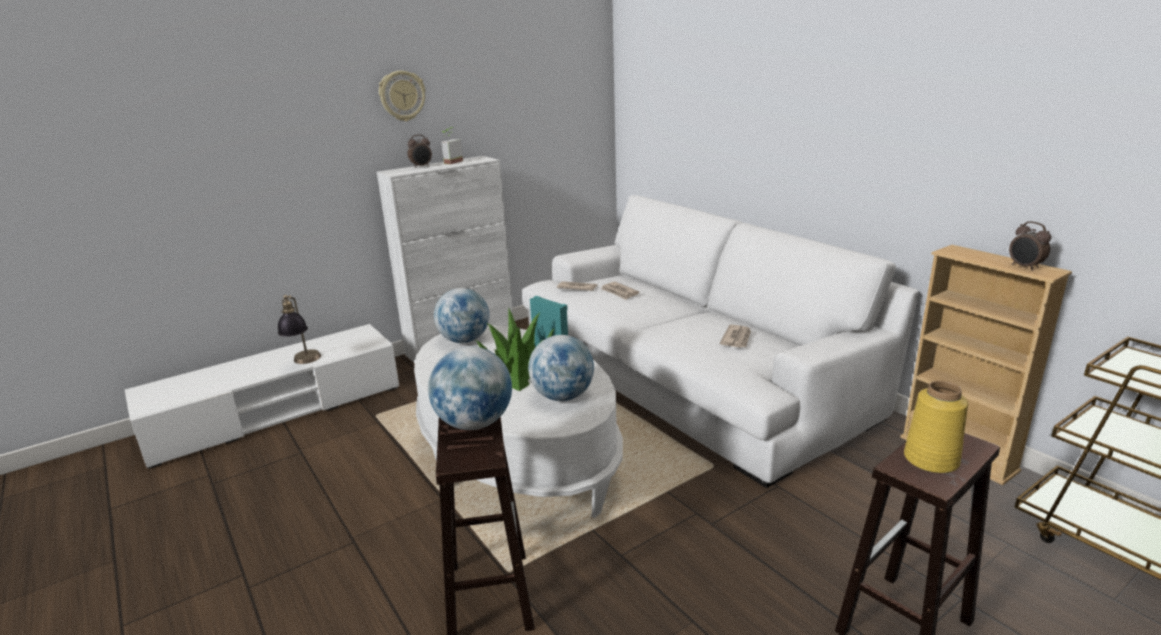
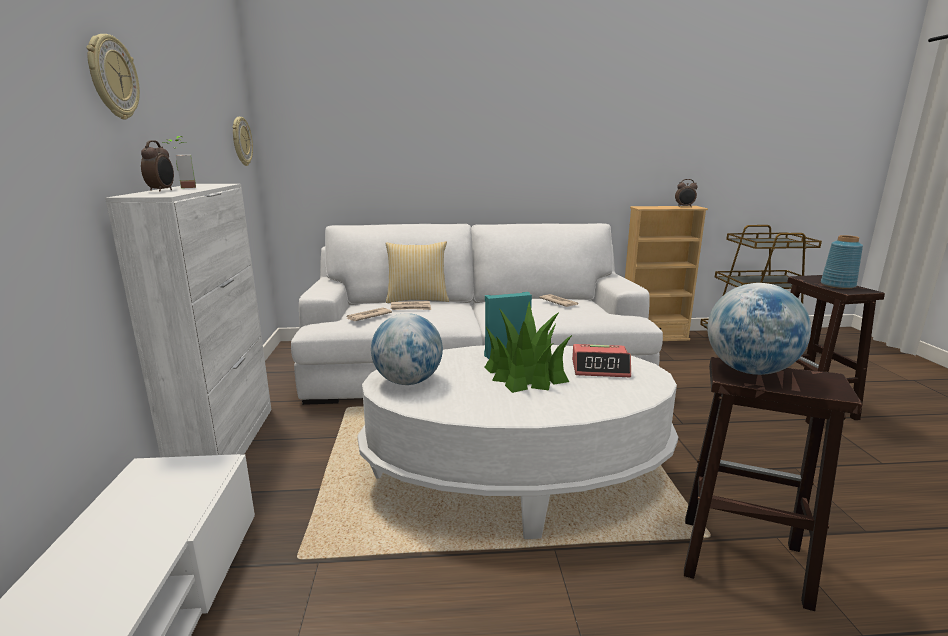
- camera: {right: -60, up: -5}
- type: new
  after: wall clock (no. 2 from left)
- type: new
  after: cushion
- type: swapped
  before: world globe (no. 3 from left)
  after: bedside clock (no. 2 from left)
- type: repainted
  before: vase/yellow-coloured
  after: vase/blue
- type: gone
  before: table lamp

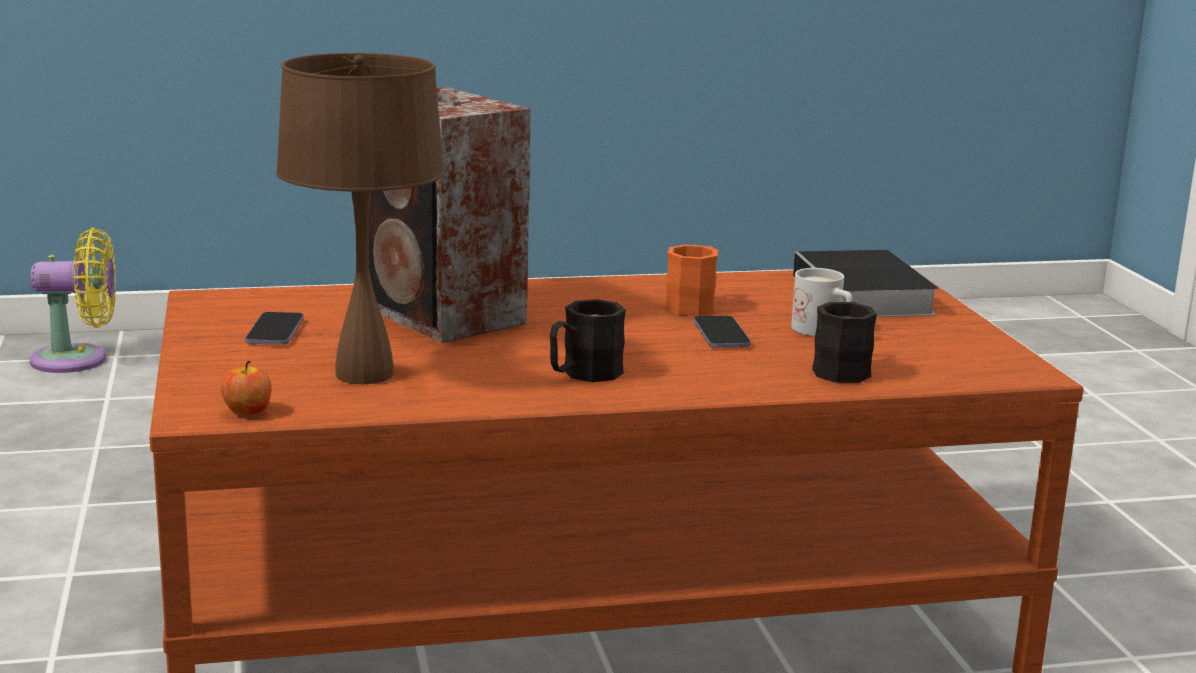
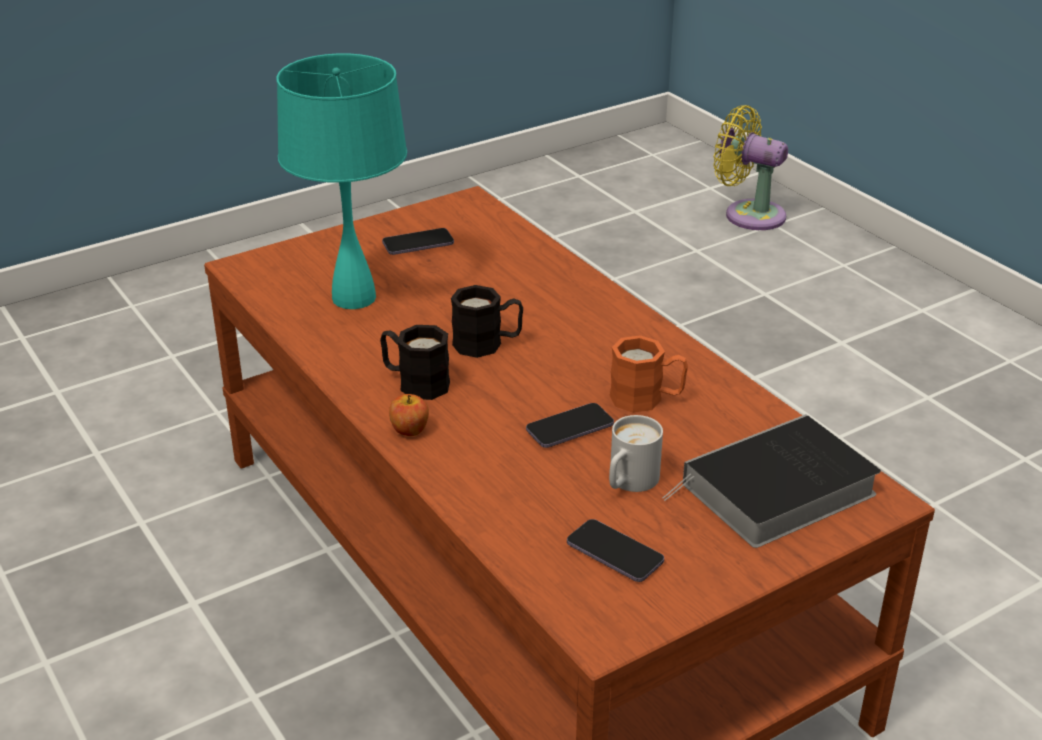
- camera: {right: 70, up: 15}
- type: repainted
  before: table lamp/brownish
  after: table lamp/blue-green
- type: shifted
  before: apple
- type: shifted
  before: tea mug/black (no. 2 from left)
- type: new
  after: telephone (no. 3 from left)
- type: rotated
  before: electric fan/yellow-coloured
  turn: 150
- type: gone
  before: speaker

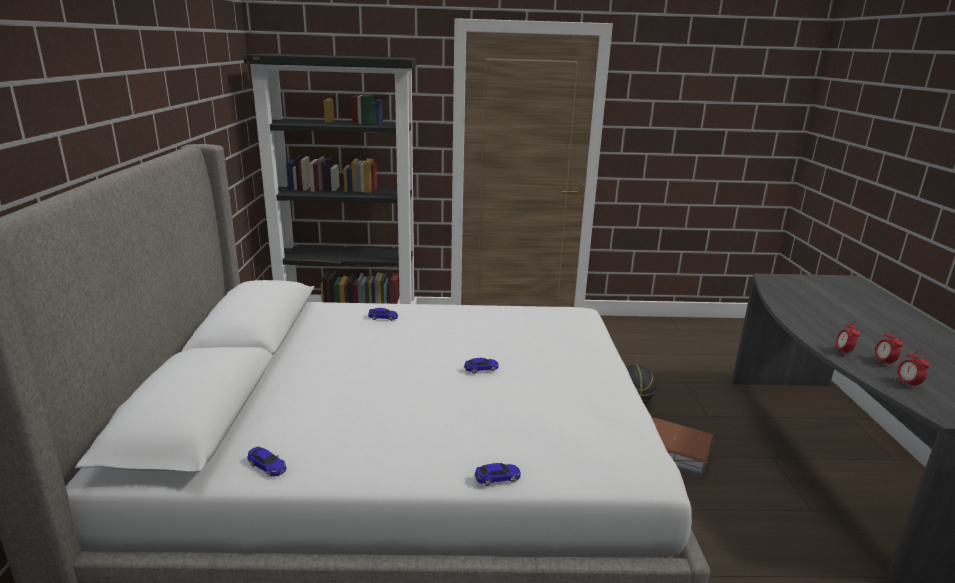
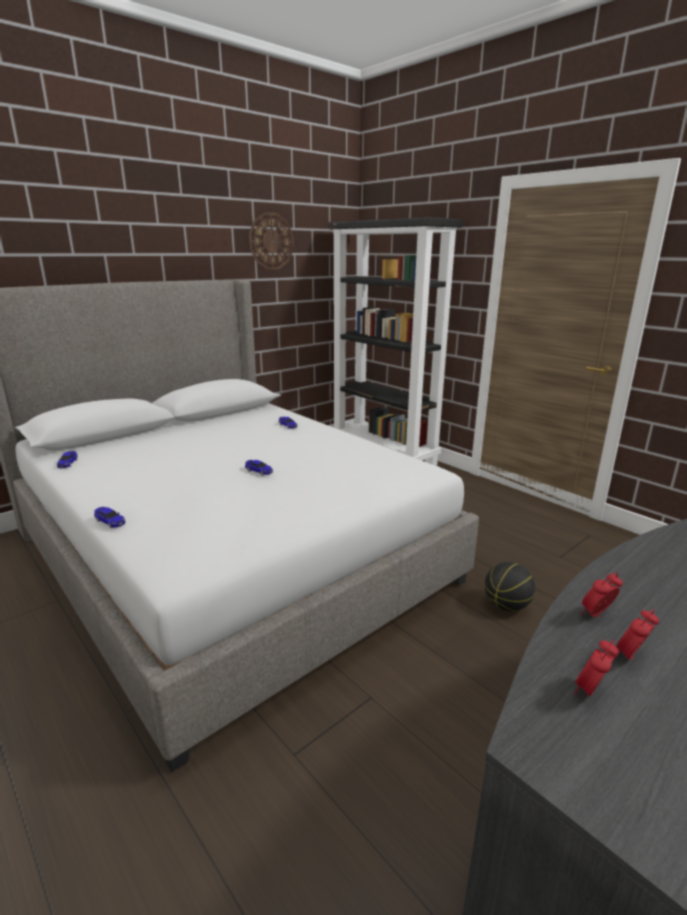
- camera: {right: 50, up: 0}
- type: new
  after: wall clock
- type: gone
  before: toy house

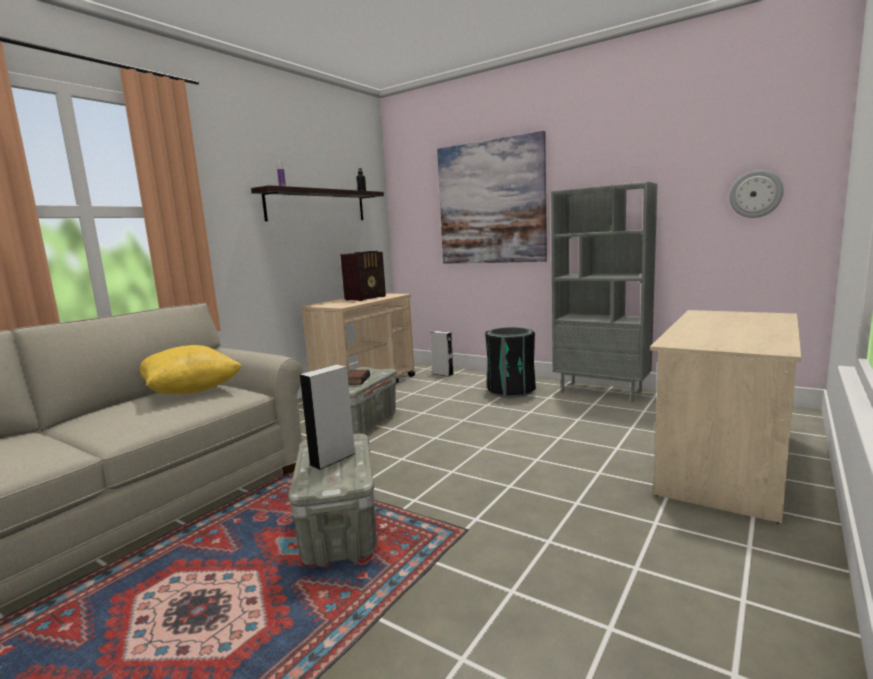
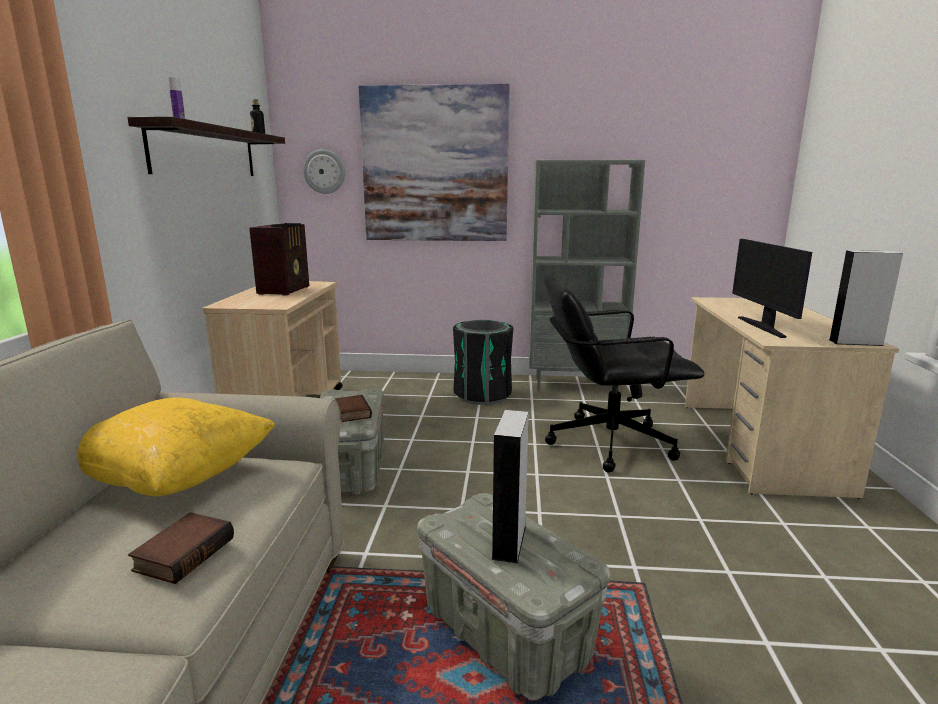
- camera: {right: -30, up: 5}
- type: new
  after: book (no. 1 from left)
- type: shifted
  before: wall clock
- type: new
  after: computer chair/black
- type: new
  after: computer screen
- type: shifted
  before: speaker/gray (no. 2 from left)

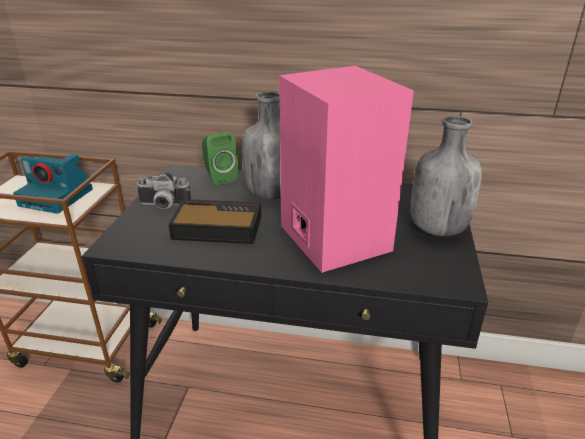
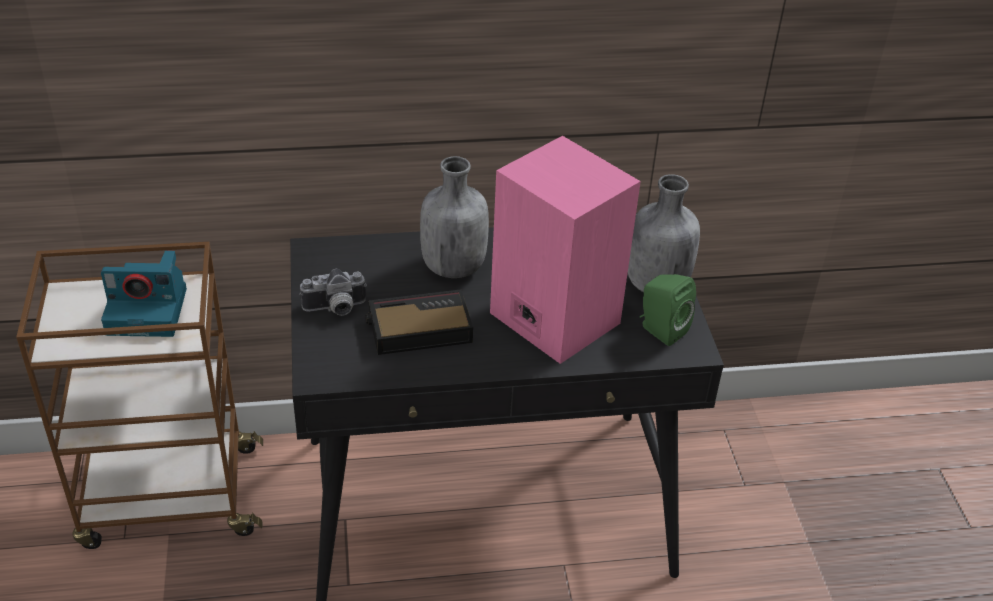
- camera: {right: -20, up: 10}
- type: shifted
  before: speaker/green-coloured

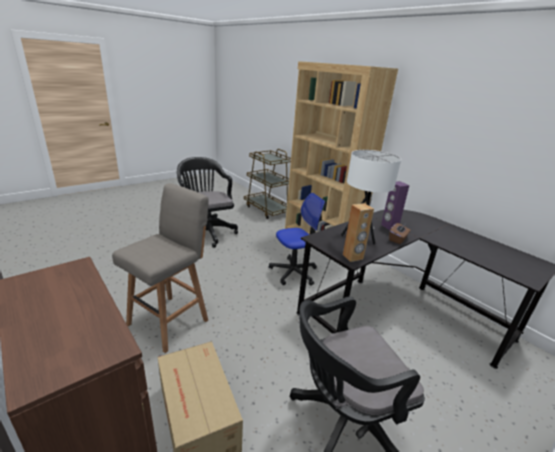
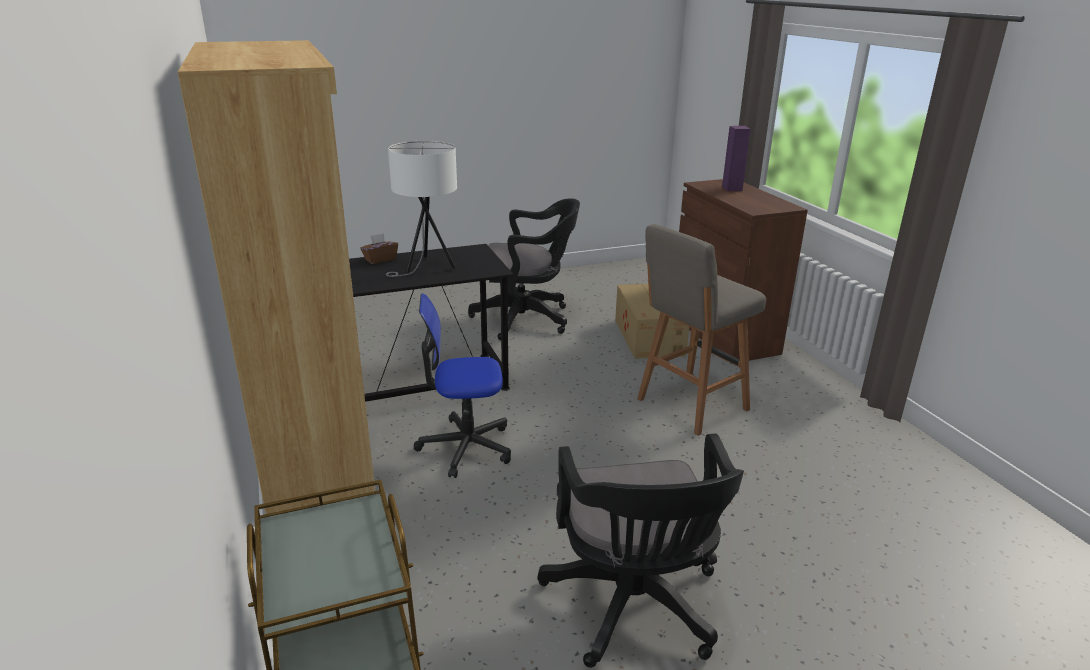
- camera: {right: -160, up: 0}
- type: shifted
  before: speaker/purple
- type: gone
  before: speaker/brownish

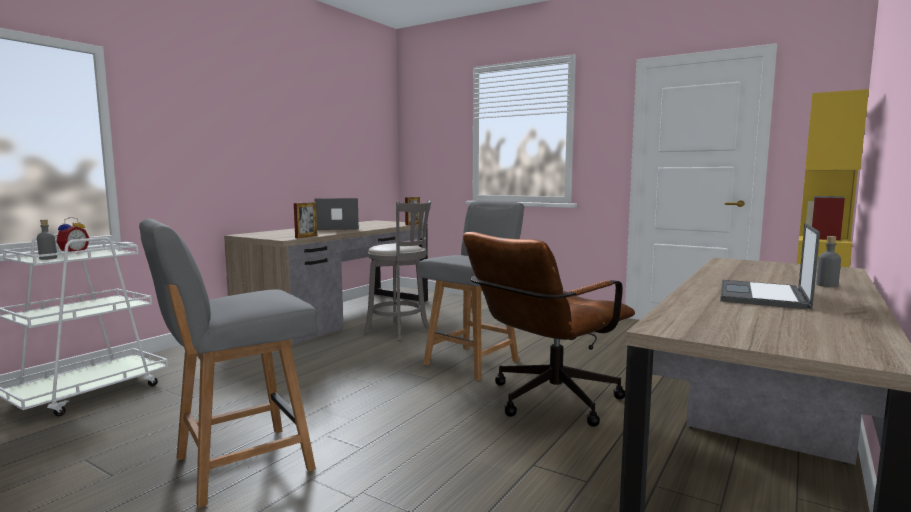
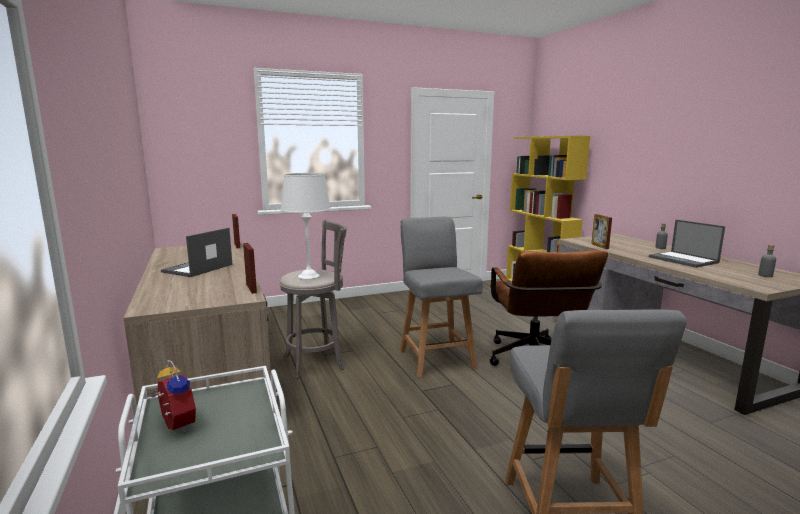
- camera: {right: -55, up: 5}
- type: new
  after: table lamp/white
- type: new
  after: picture frame (no. 3 from left)
- type: shifted
  before: beverage bottle/gray (no. 1 from left in the first image)
  after: beverage bottle/gray (no. 2 from left)

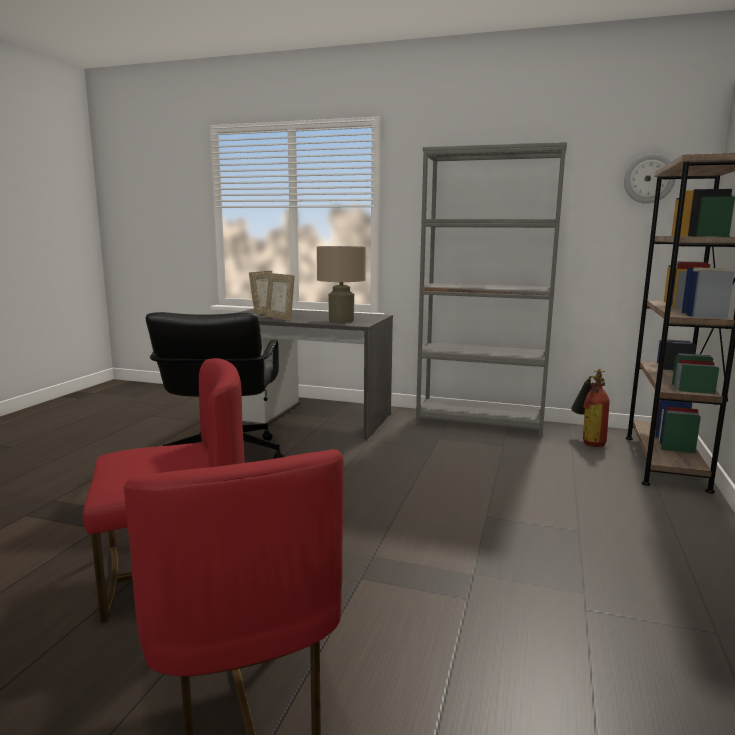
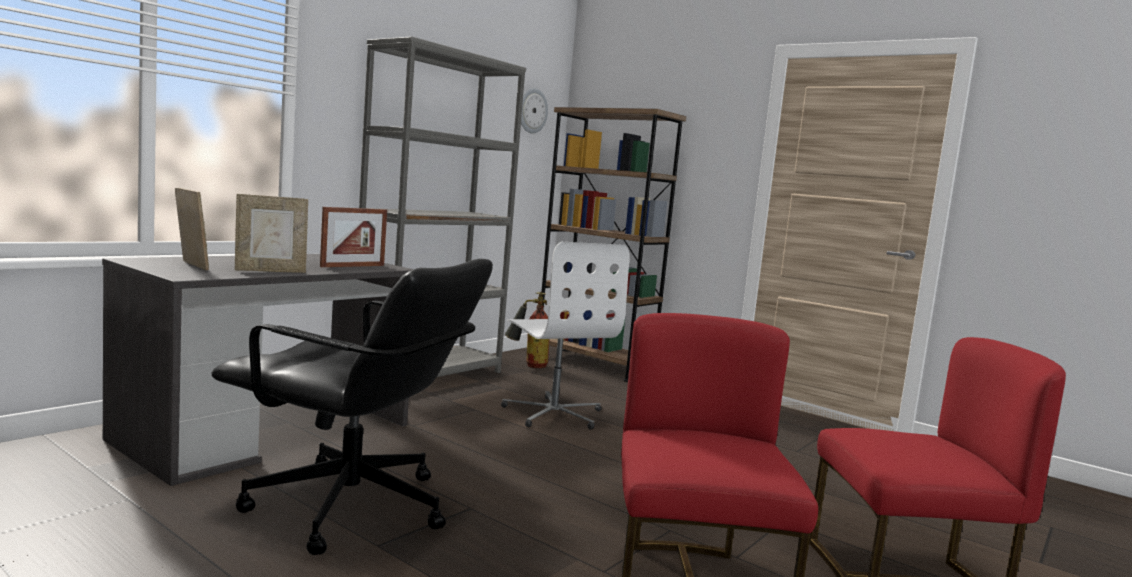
- camera: {right: -70, up: -5}
- type: swapped
  before: table lamp/beige-coloured
  after: picture frame (no. 3 from left)
- type: new
  after: computer chair/white

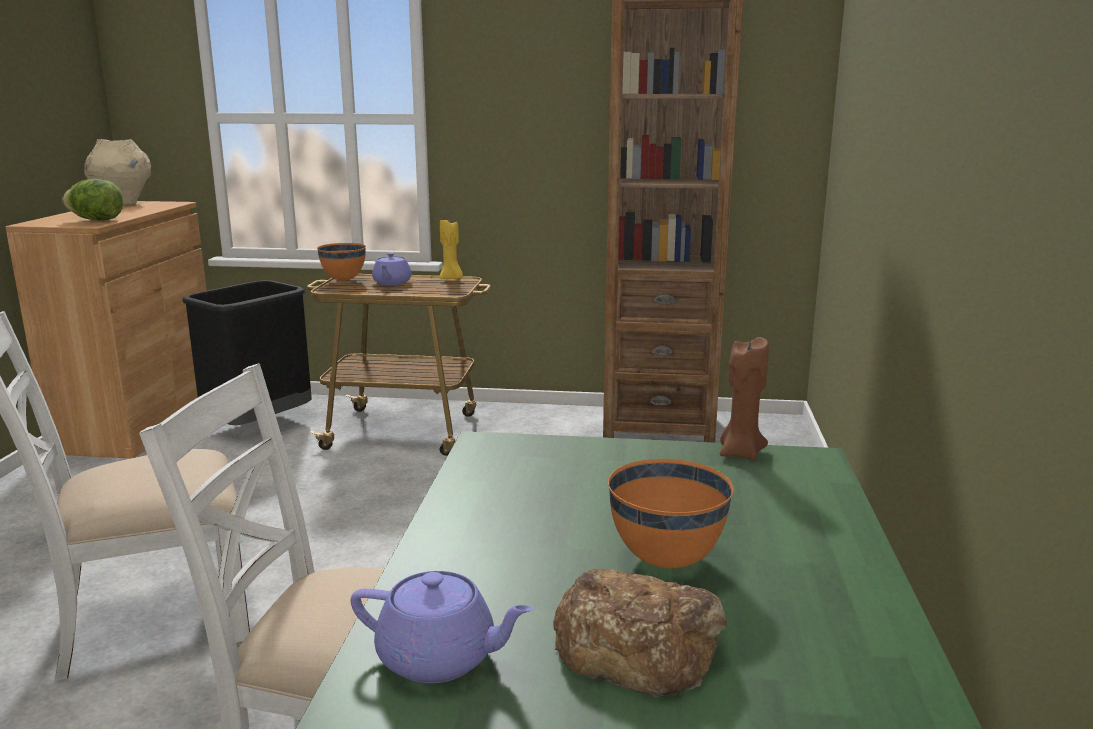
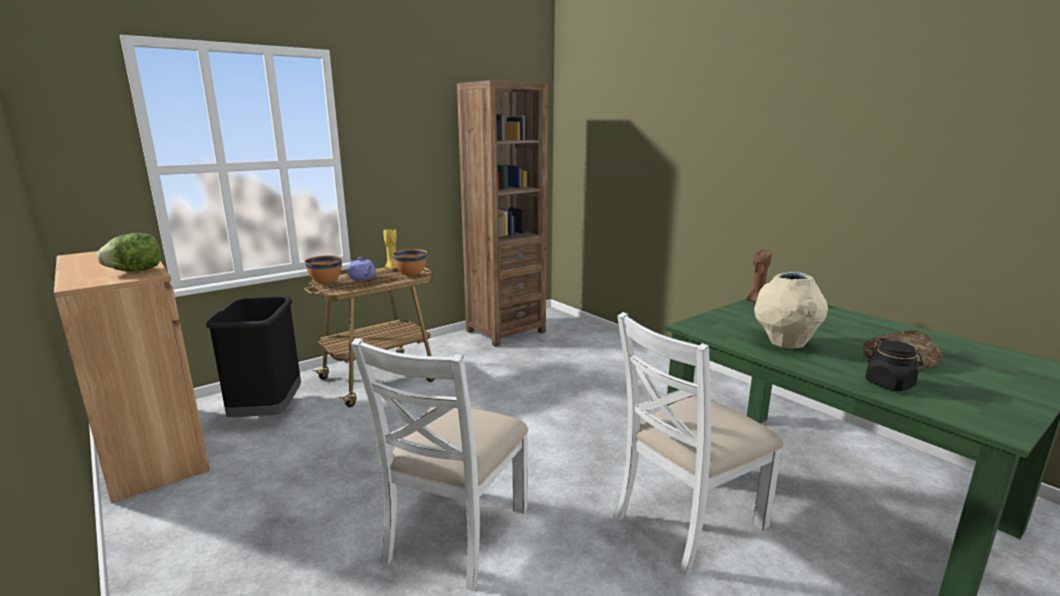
- camera: {right: -45, up: 0}
- type: shifted
  before: serving bowl/orange-coloured (no. 2 from left)
- type: shifted
  before: vase/beige-coloured
- type: swapped
  before: teapot/purple (no. 2 from left)
  after: preserve jar/black

